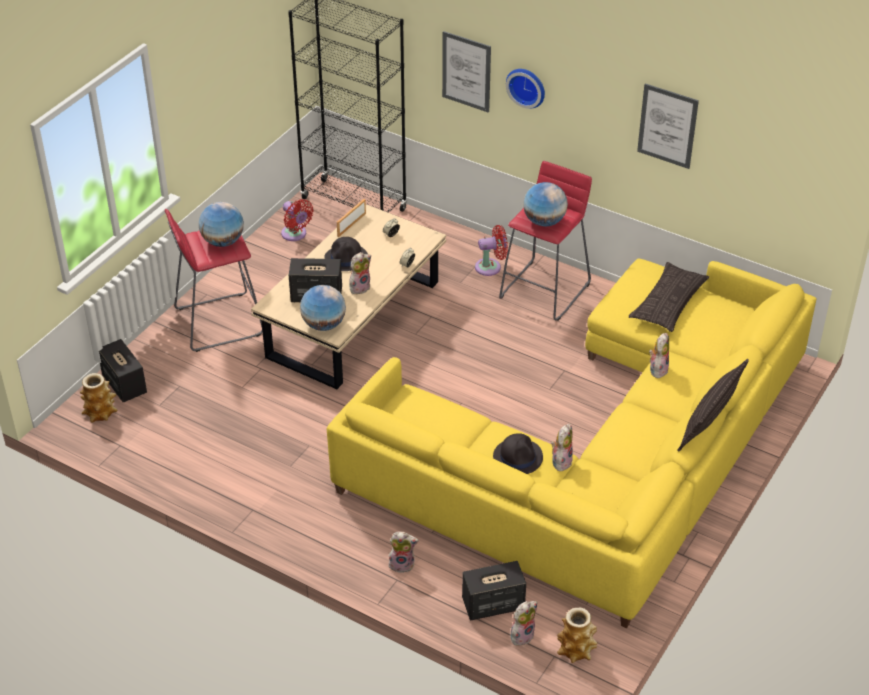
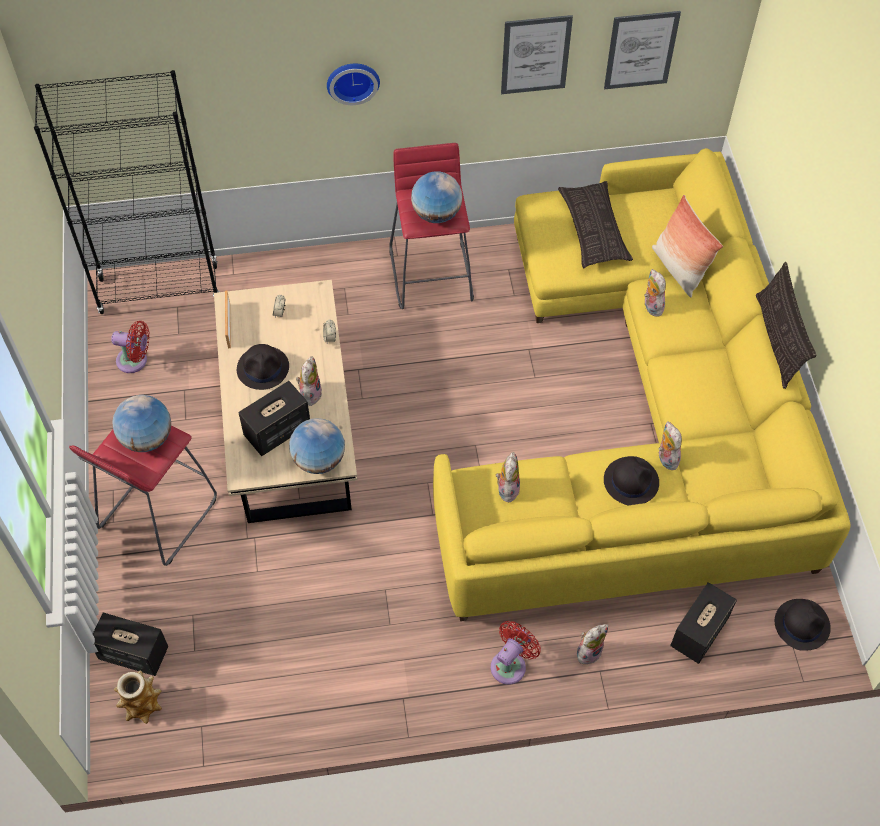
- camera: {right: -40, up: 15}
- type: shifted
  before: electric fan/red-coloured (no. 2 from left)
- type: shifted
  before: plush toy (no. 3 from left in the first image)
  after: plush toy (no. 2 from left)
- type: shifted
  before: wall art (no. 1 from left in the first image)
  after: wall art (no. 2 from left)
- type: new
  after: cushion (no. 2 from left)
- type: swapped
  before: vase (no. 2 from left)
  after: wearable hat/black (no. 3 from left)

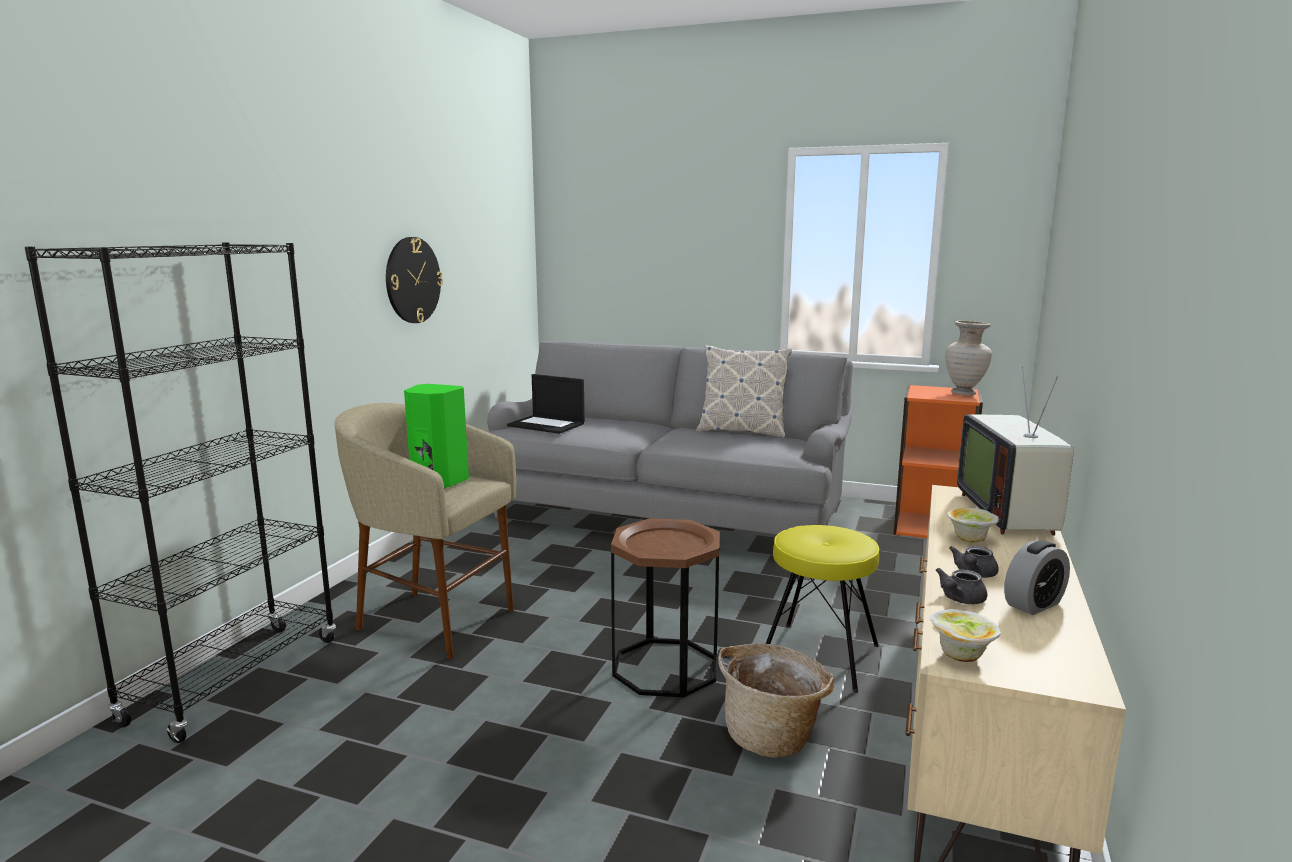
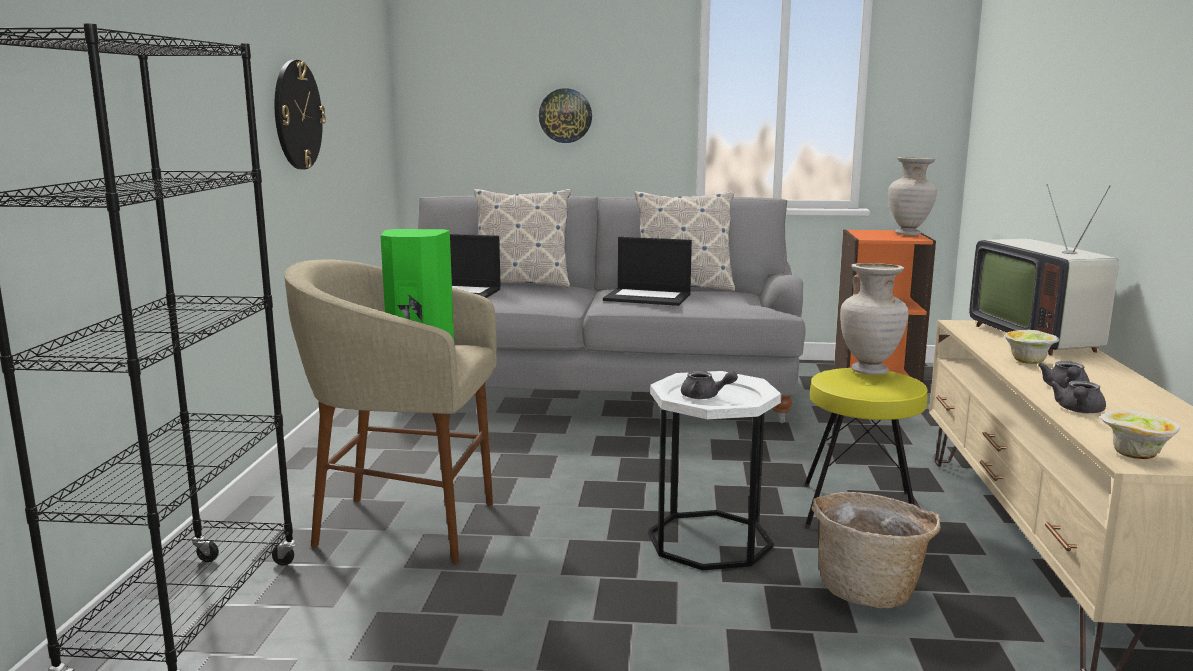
- camera: {right: -15, up: 0}
- type: new
  after: cushion (no. 1 from left)
- type: new
  after: wall clock (no. 2 from left)
- type: new
  after: laptop (no. 2 from left)
- type: repainted
  before: side table/brownish
  after: side table/white
- type: new
  after: teapot/gray (no. 1 from left)
- type: new
  after: vase/beige-coloured (no. 1 from left)
- type: gone
  before: bedside clock

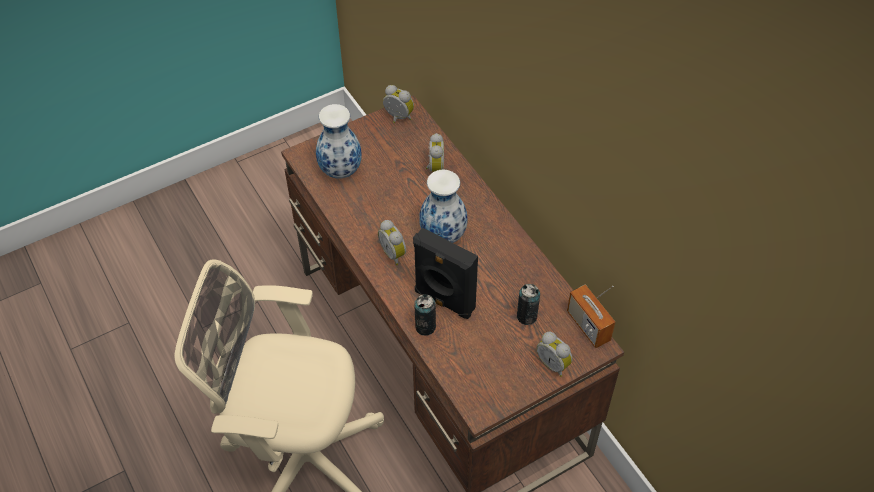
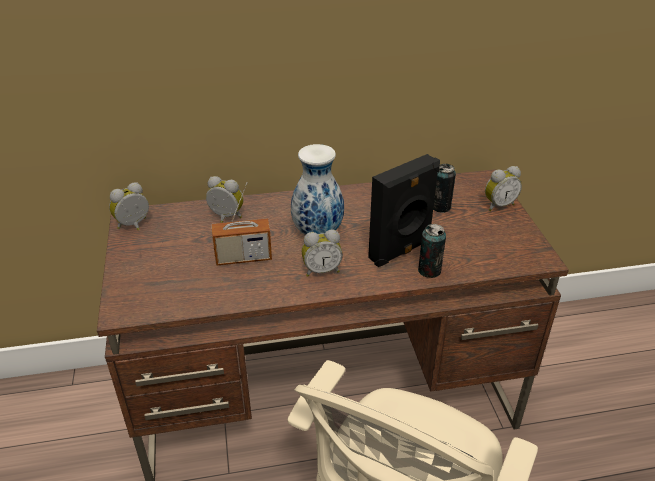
- camera: {right: -70, up: -15}
- type: shifted
  before: radio
- type: gone
  before: vase (no. 1 from left)

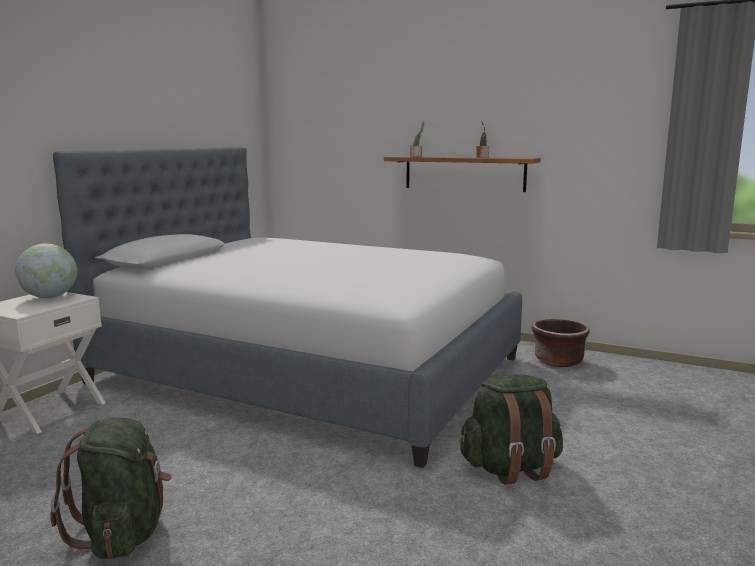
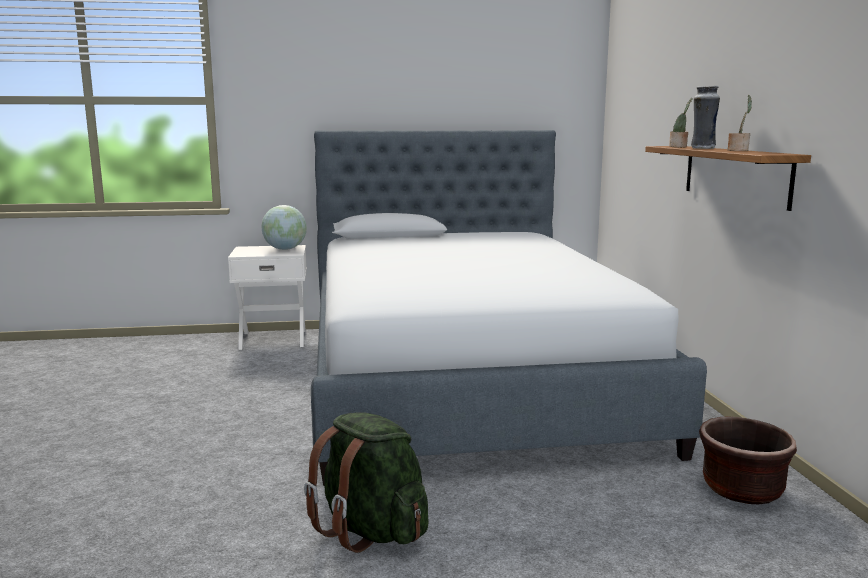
- camera: {right: 55, up: 0}
- type: new
  after: vase
- type: gone
  before: backpack/green-coloured (no. 1 from left)

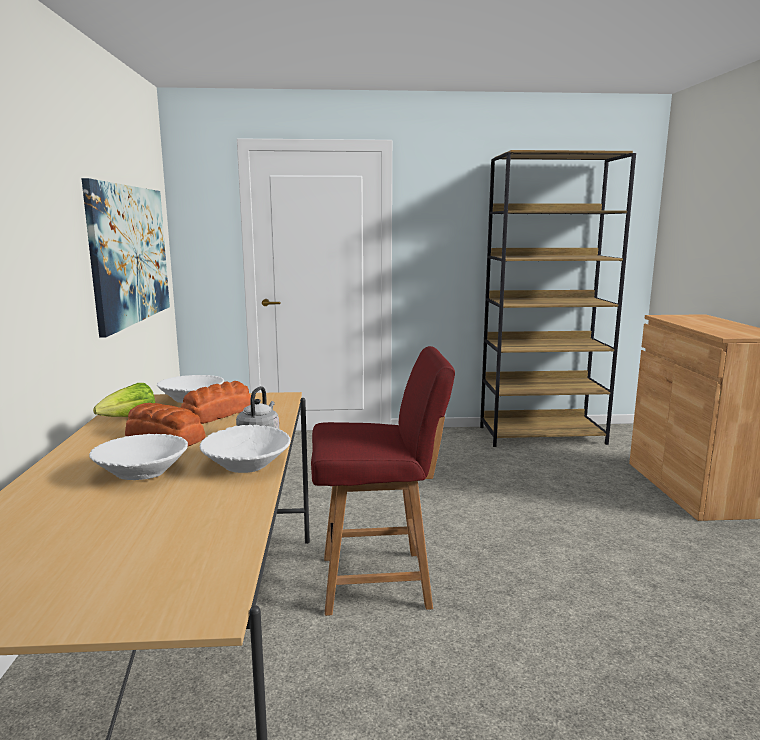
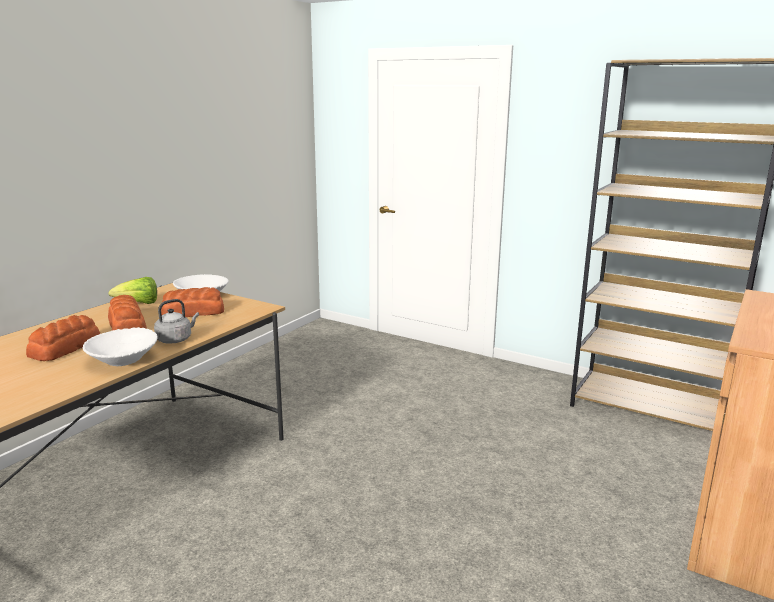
- camera: {right: 35, up: 5}
- type: swapped
  before: serving bowl/white (no. 1 from left)
  after: baked bread (no. 1 from left)
- type: gone
  before: wall art
- type: gone
  before: chair/red-coloured

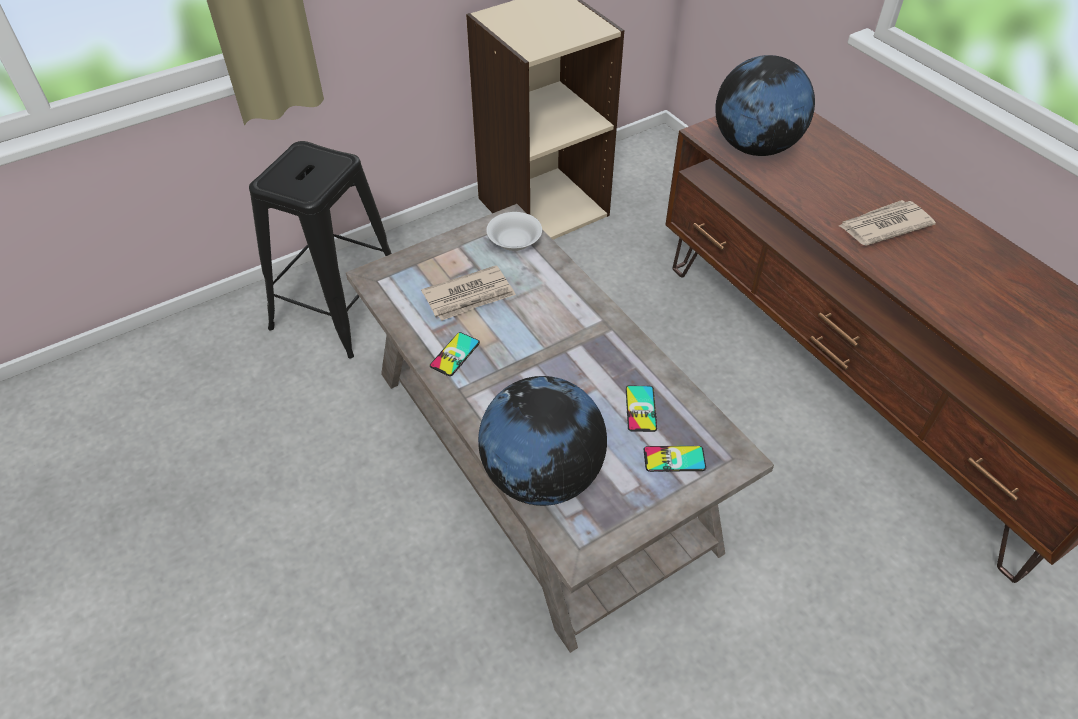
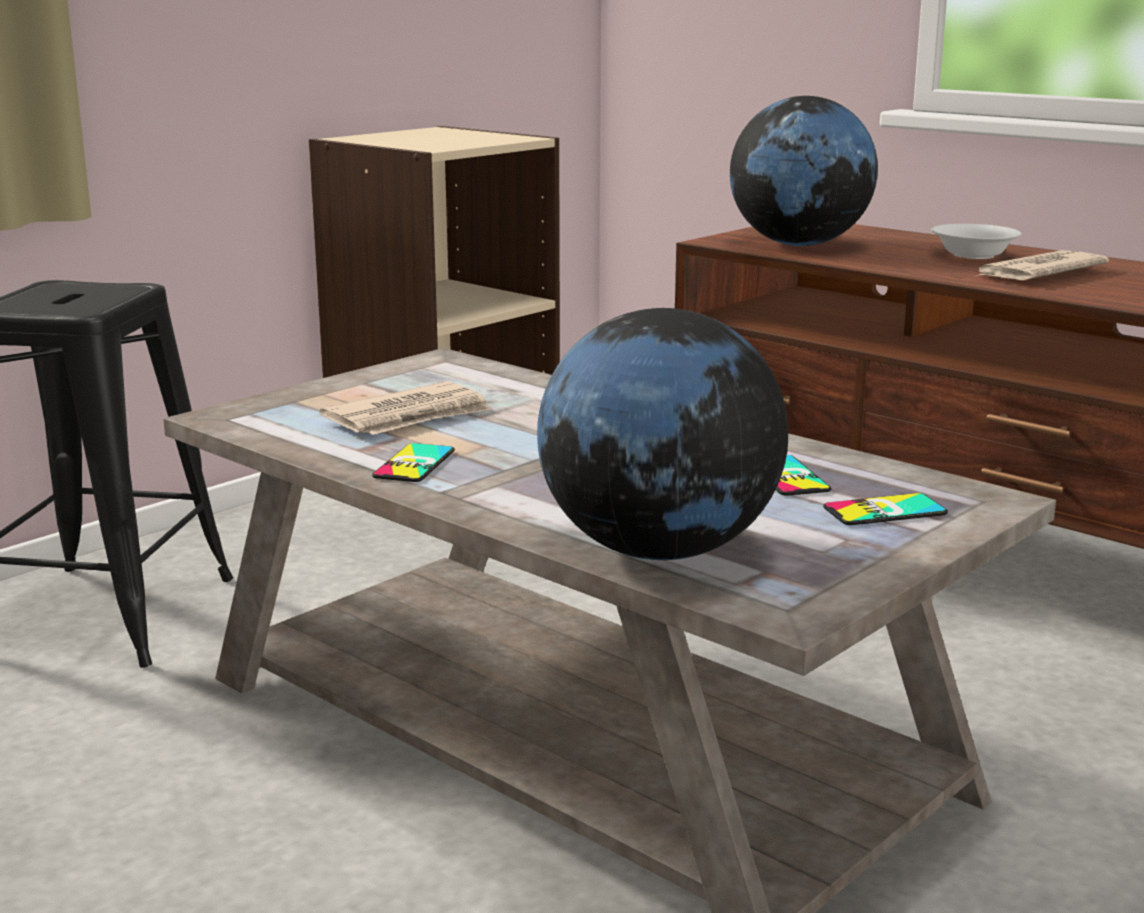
- camera: {right: -15, up: -30}
- type: shifted
  before: serving bowl/white

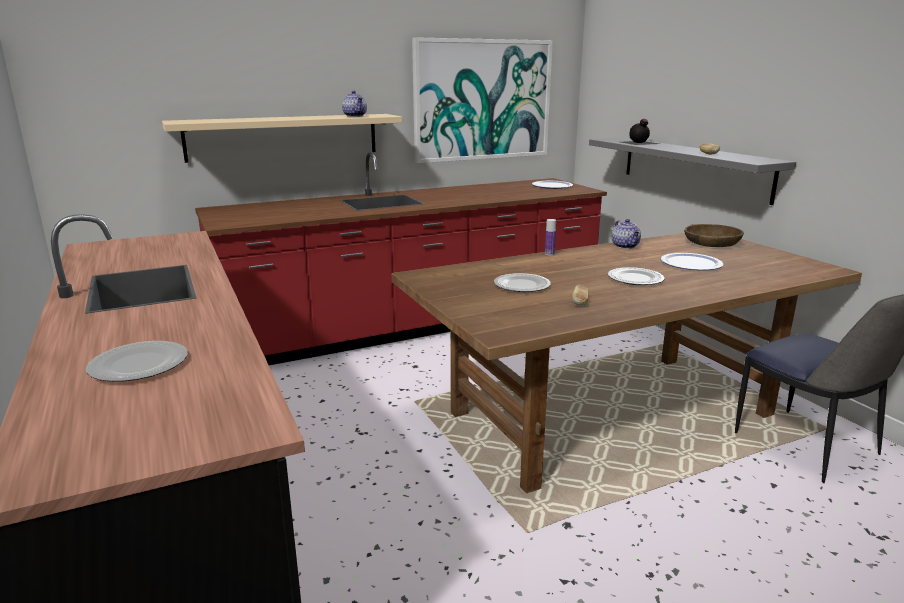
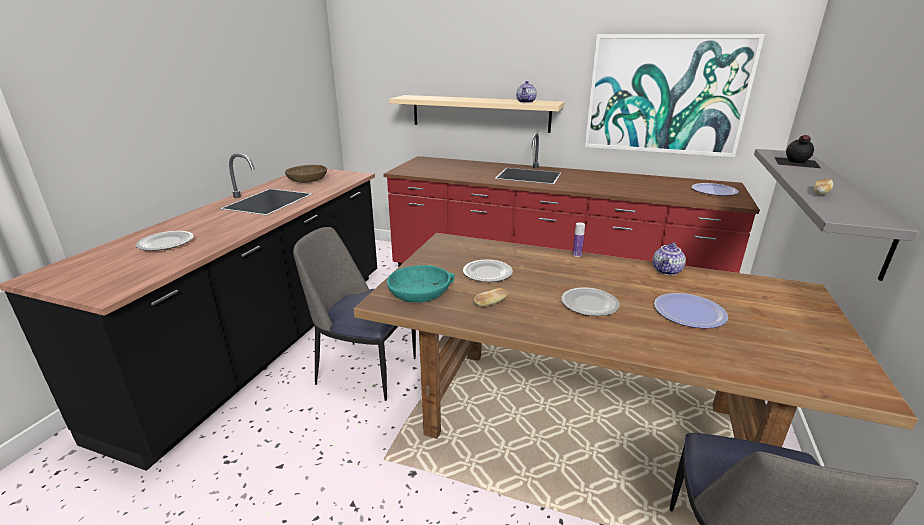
- camera: {right: 45, up: 5}
- type: shifted
  before: serving bowl/brownish
- type: new
  after: chair (no. 1 from left)
- type: new
  after: serving bowl/blue-green

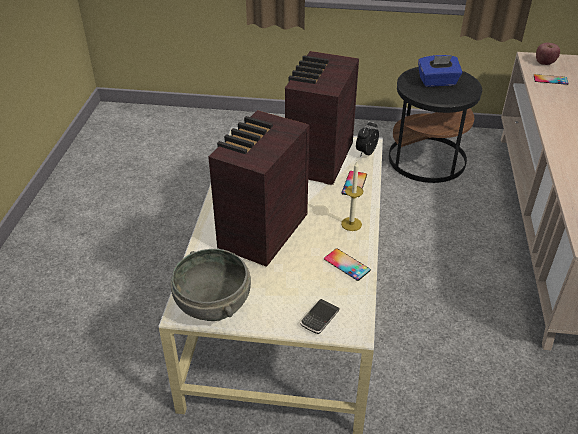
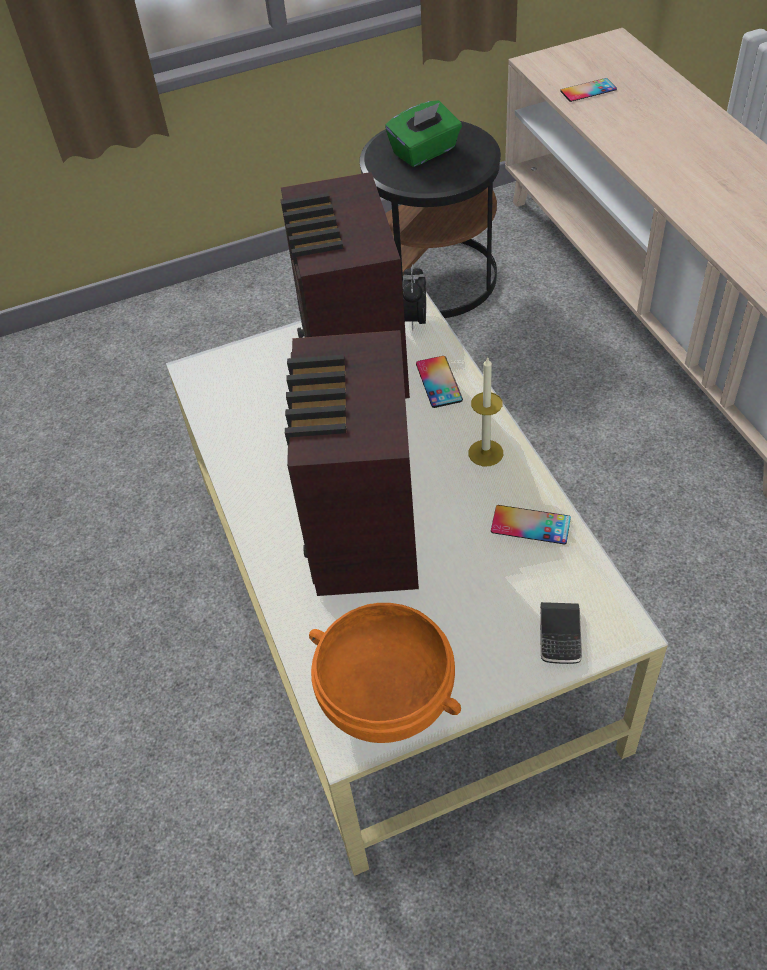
- camera: {right: -25, up: 10}
- type: repainted
  before: serving bowl/gray
  after: serving bowl/orange-coloured
- type: repainted
  before: tissue box/blue
  after: tissue box/green-coloured
- type: gone
  before: apple

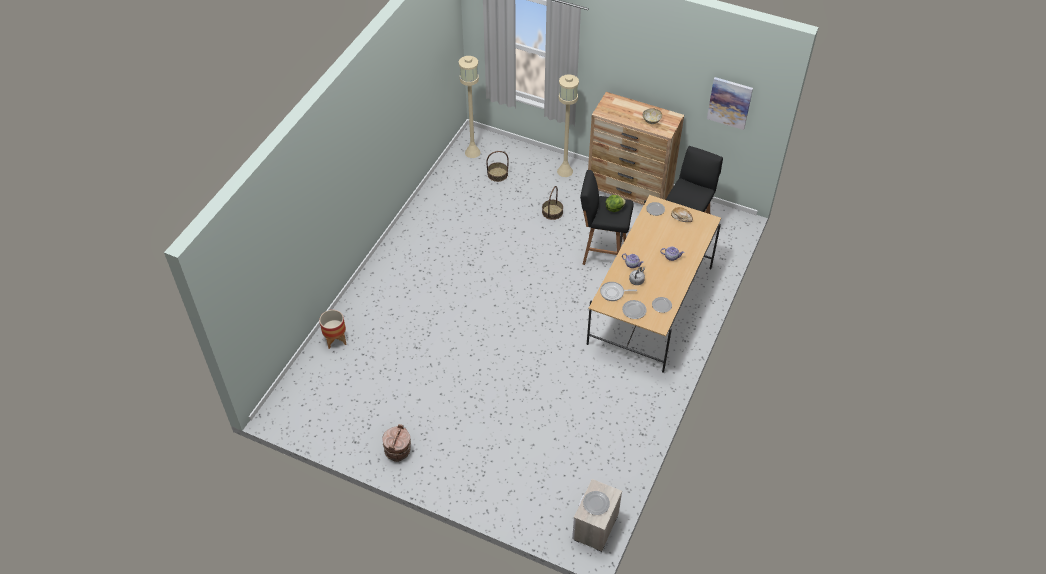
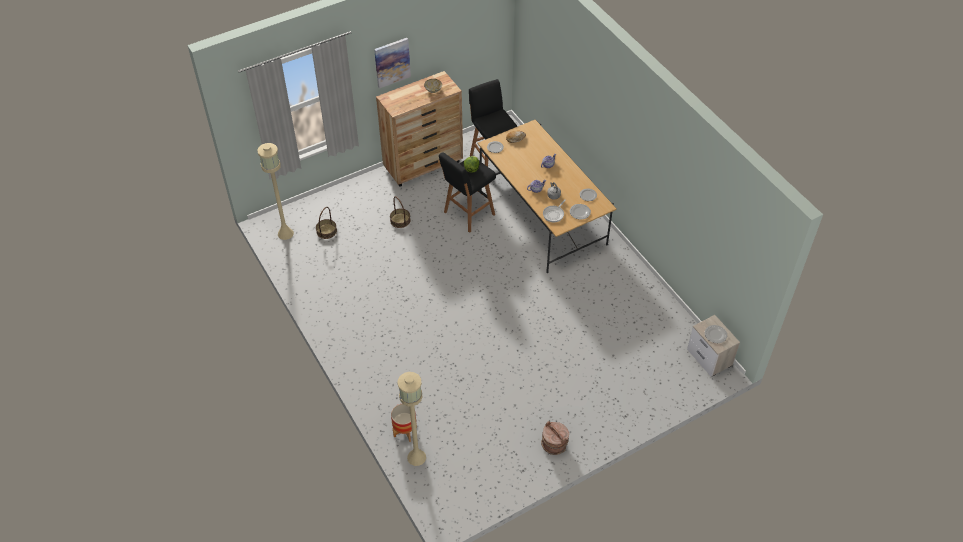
- camera: {right: -55, up: 0}
- type: shifted
  before: wall art
- type: shifted
  before: floor lamp/beige-coloured (no. 2 from left)

